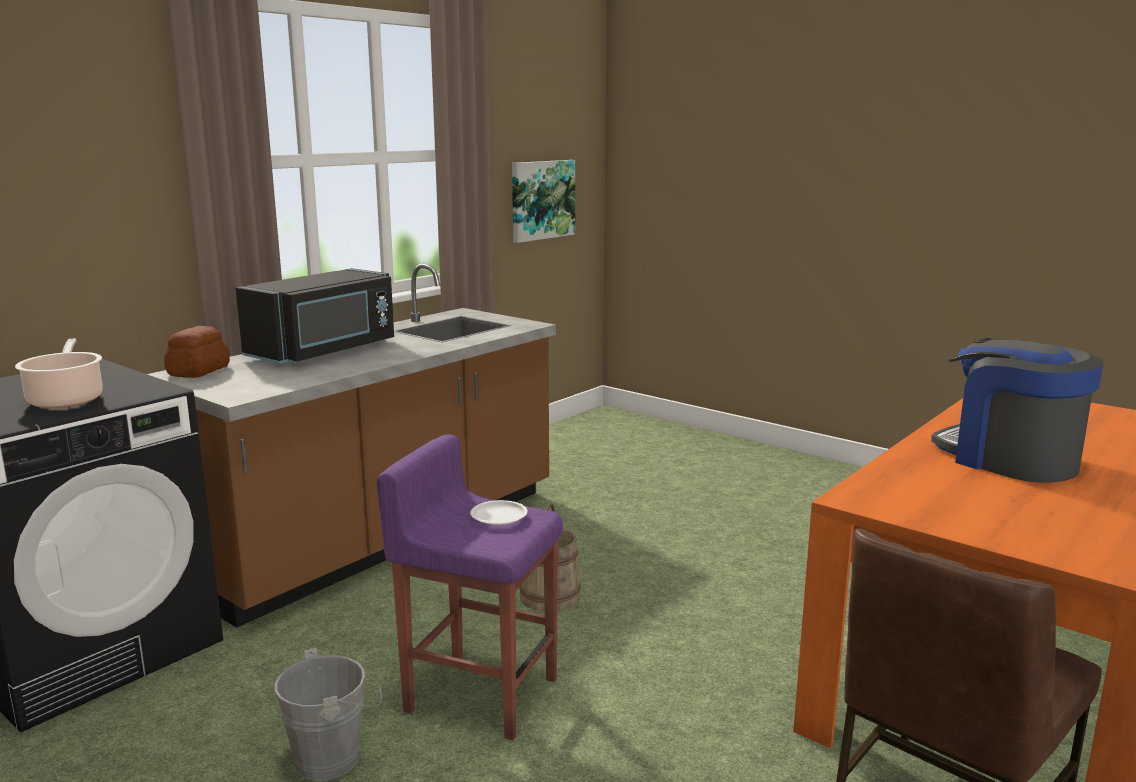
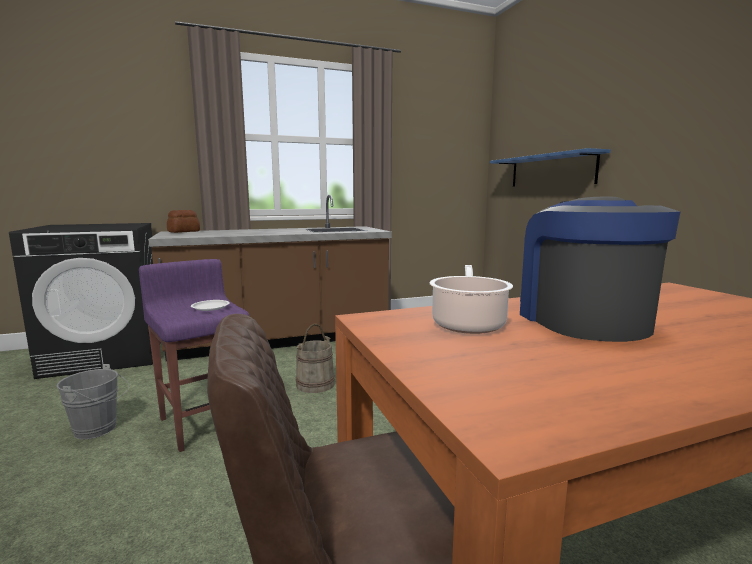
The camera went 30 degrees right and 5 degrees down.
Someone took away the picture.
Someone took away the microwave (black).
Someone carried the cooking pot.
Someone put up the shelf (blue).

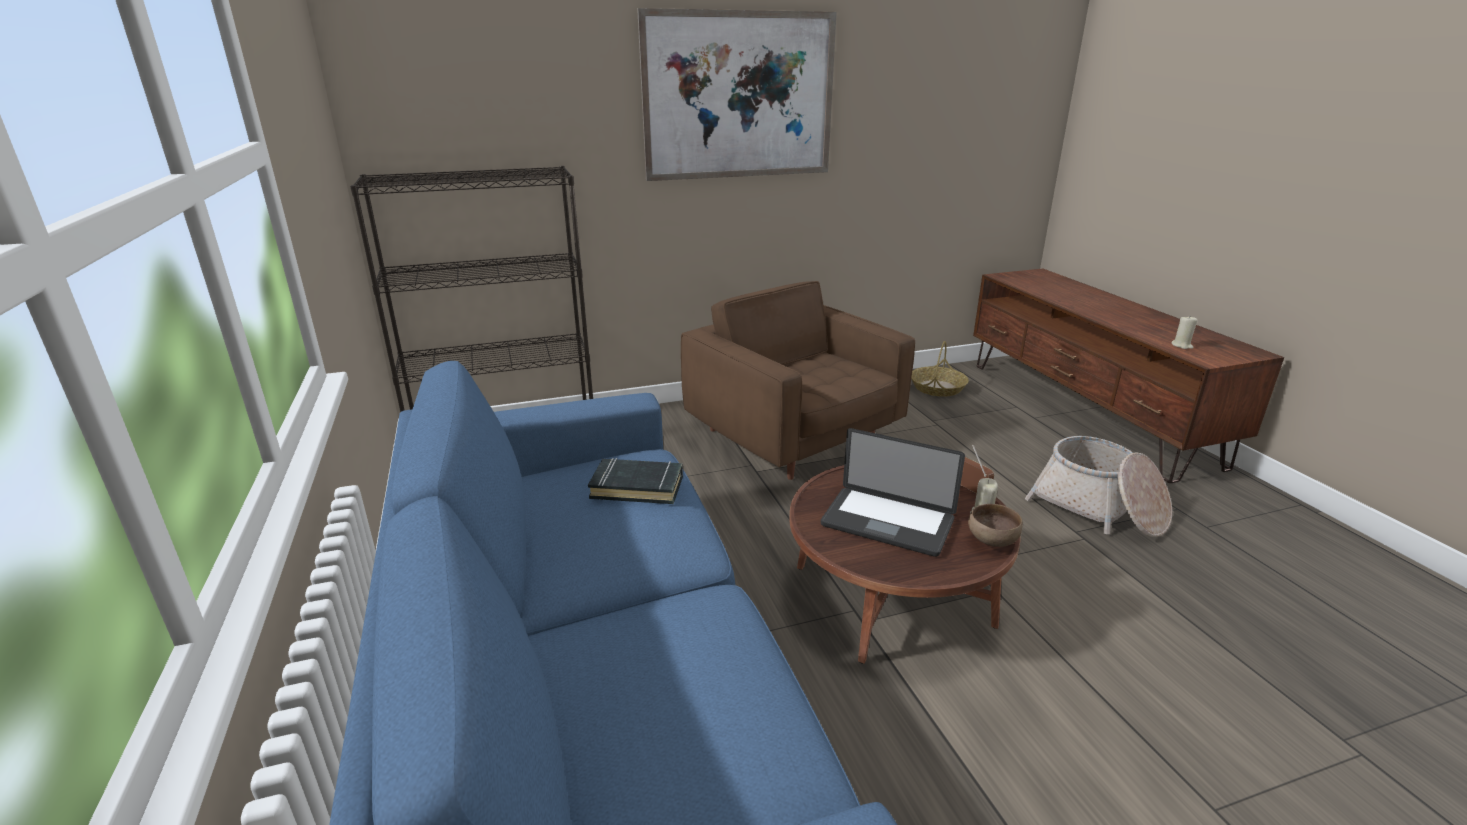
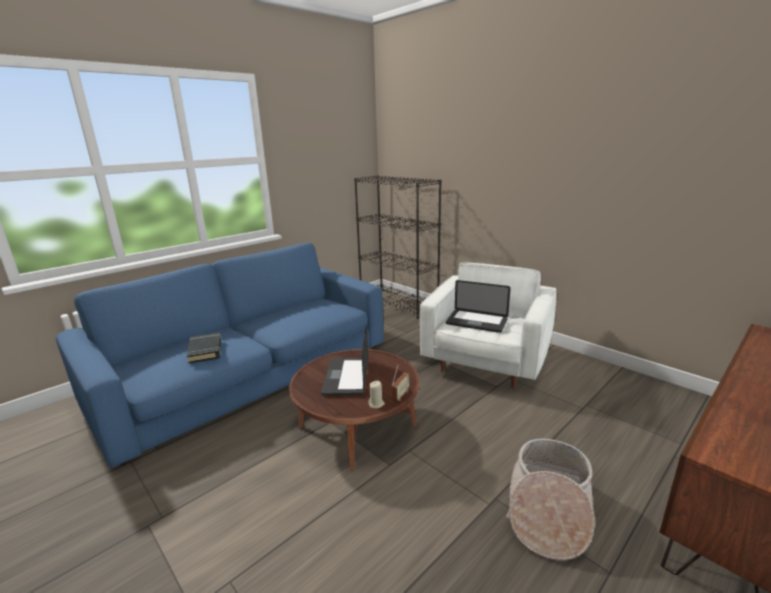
The camera went 65 degrees right and 5 degrees down.
Someone took away the picture.
Someone repainted the armchair (brown), which became the armchair (white).
Someone took away the candle (beige) (2nd from left).
Someone took away the basket (1st from left).
Someone carried the book (black).
Someone took away the bowl (brown).
Someone put down the laptop (2nd from left).

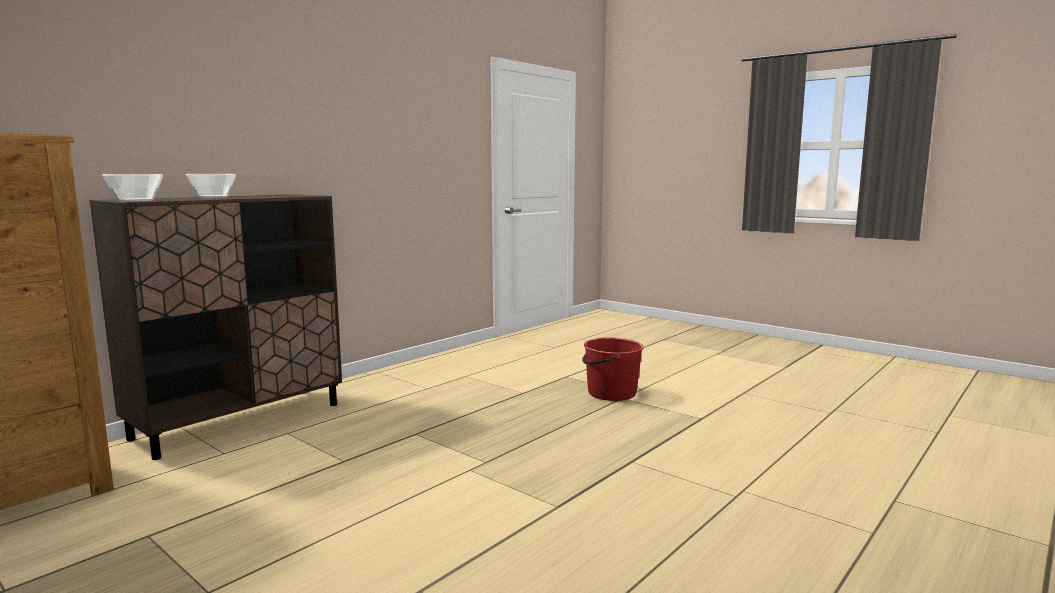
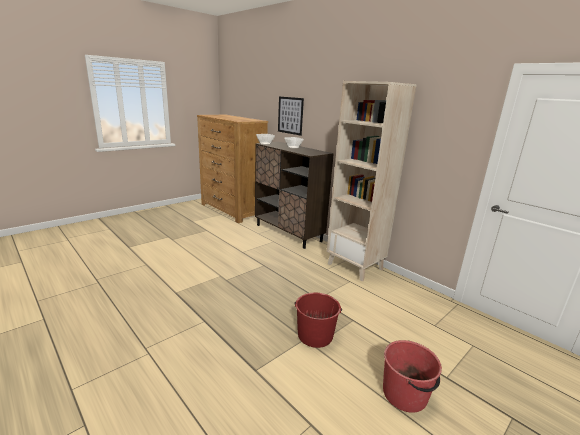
The camera went 95 degrees right and 10 degrees up.
Someone put down the bookcase (beige).
Someone put up the picture.
Someone put down the bucket (red) (2nd from left).

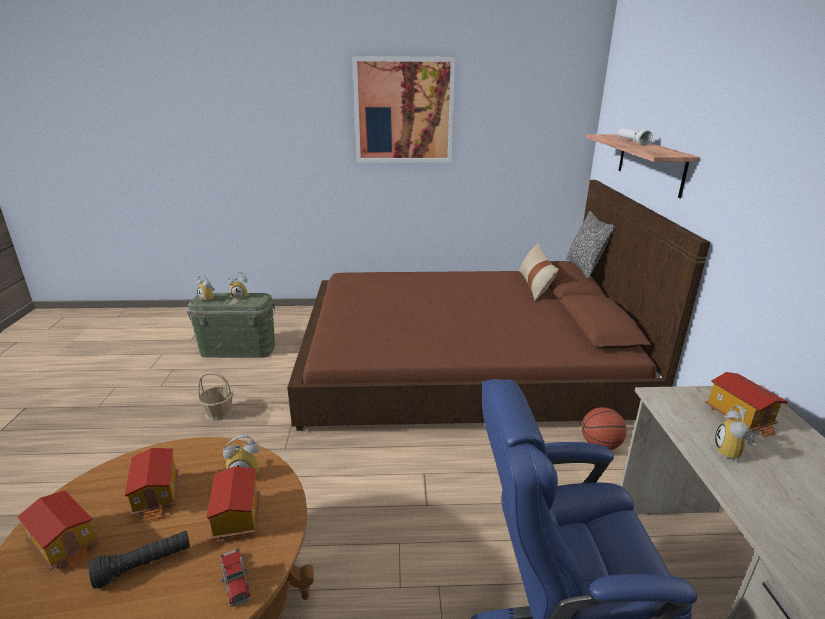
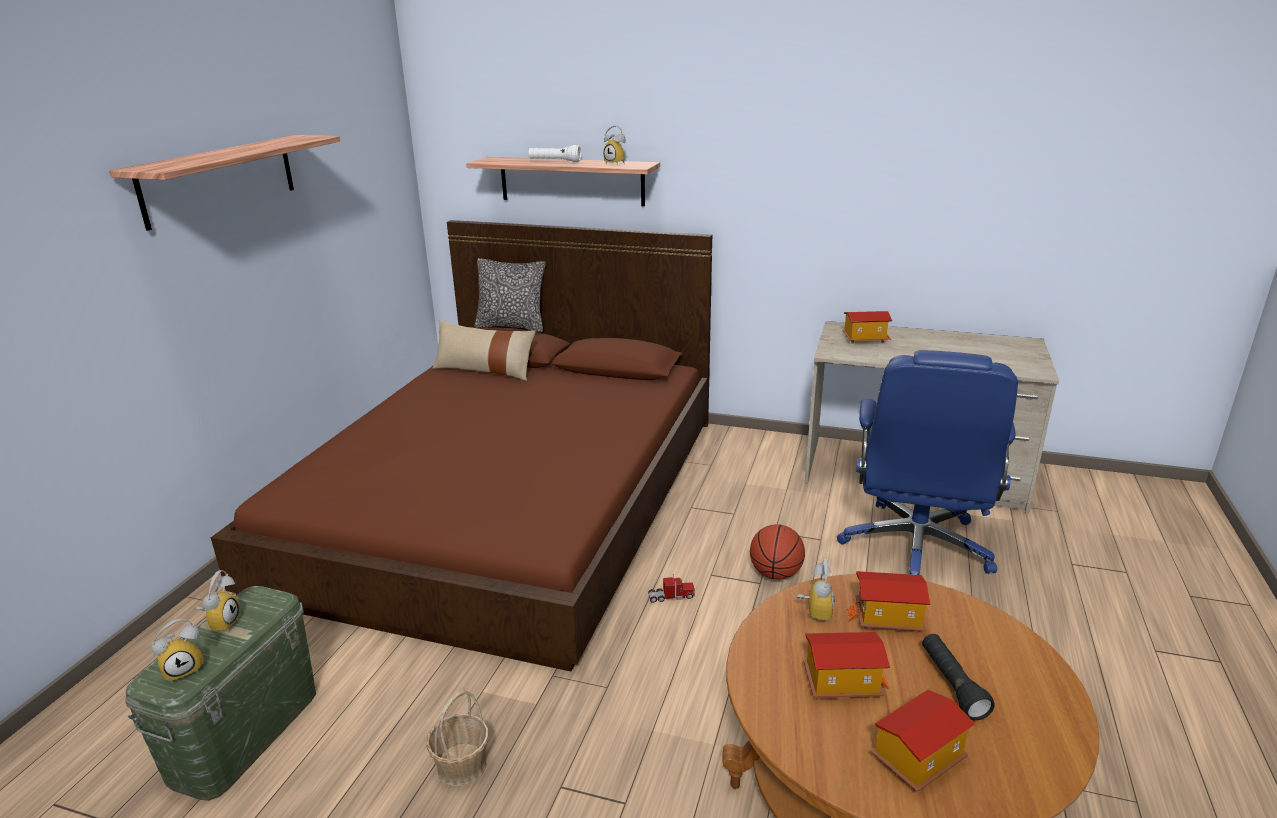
The camera went 70 degrees left and 0 degrees up.
Someone swapped the picture for the shelf (1st from left).
Someone carried the alarm clock (4th from left in the first image).
Someone carried the basketball.
Someone carried the toy truck.

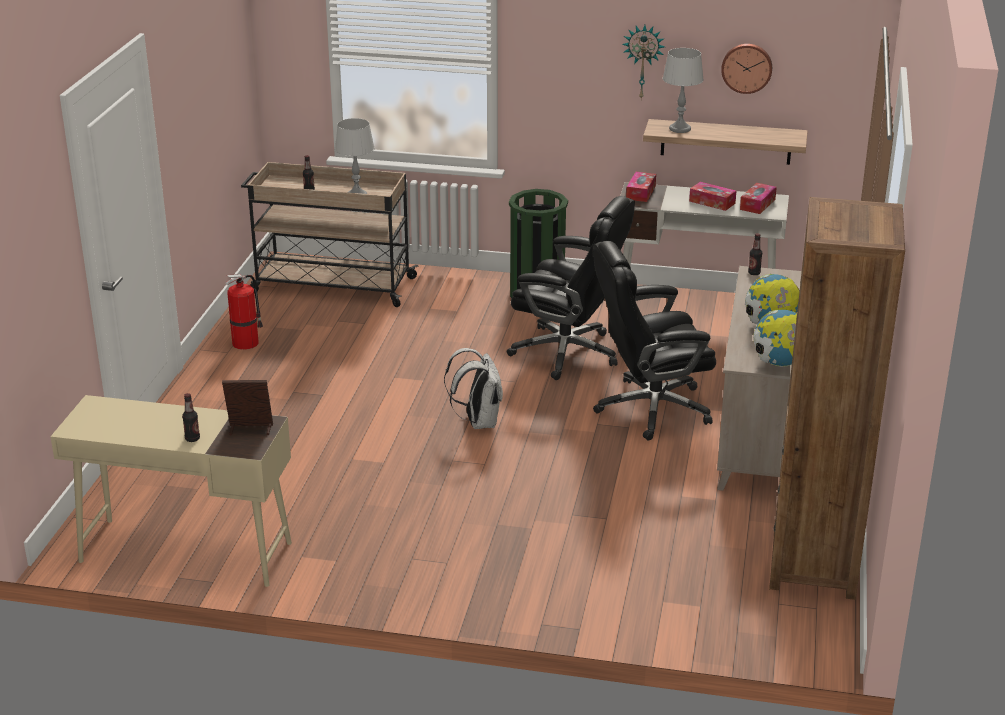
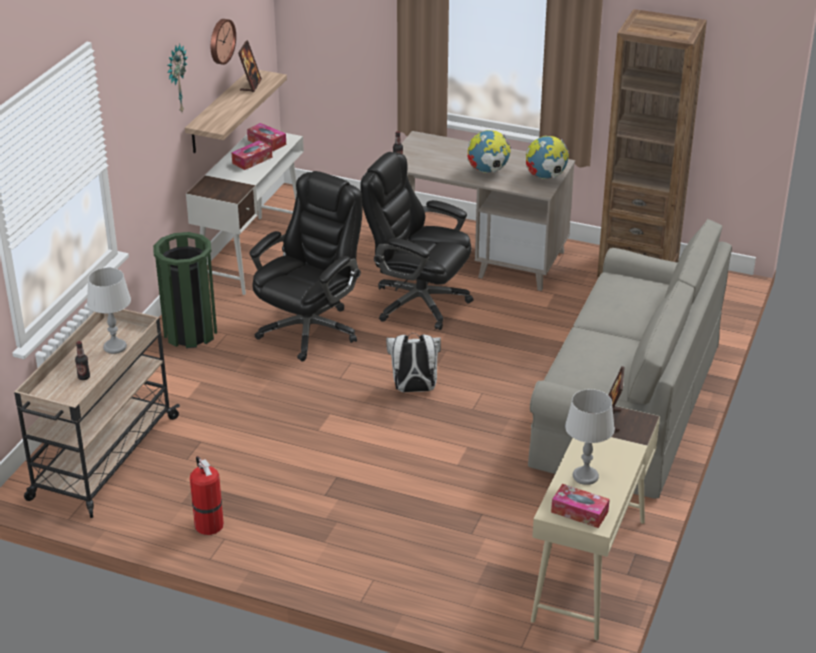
The camera went 80 degrees left and 5 degrees up.
Someone carried the table lamp (grey) (2nd from left).
Someone carried the tissue box (1st from left in the first image).
Someone rotated the office chair (black) (2nd from left) by 120 degrees clockwise.
Someone took away the bottle (1st from left).
Someone put down the picture frame (1st from left).
Someone put down the sofa (grey).

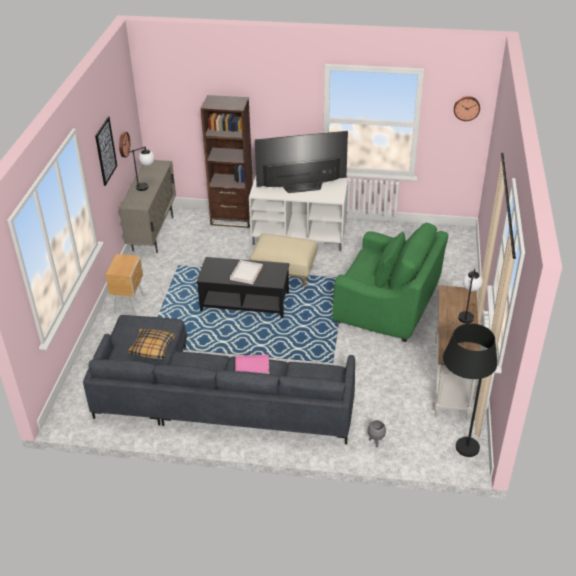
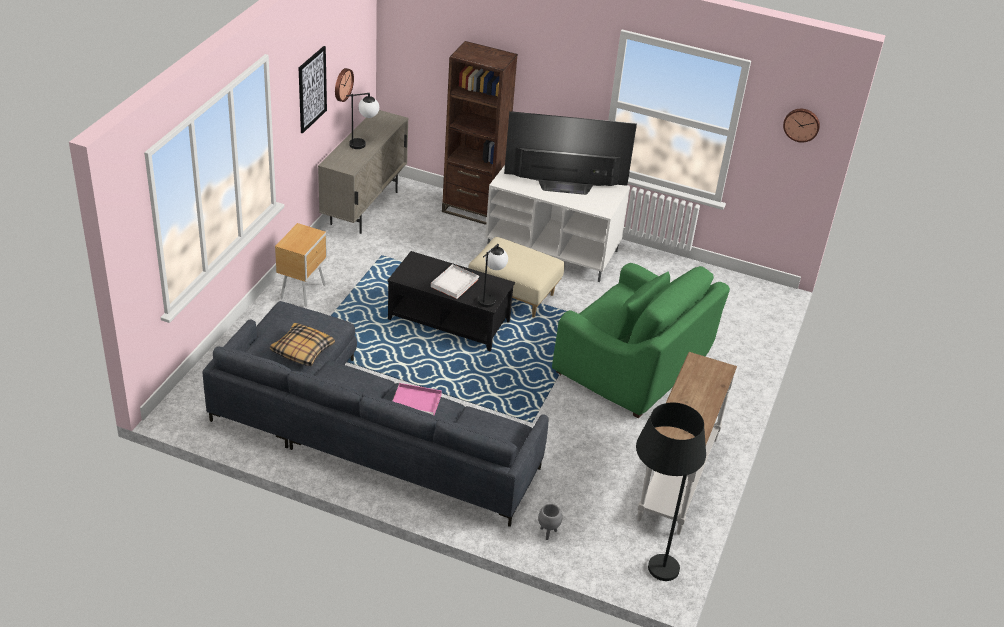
The camera went 10 degrees right and 0 degrees up.
Someone carried the table lamp (2nd from left).

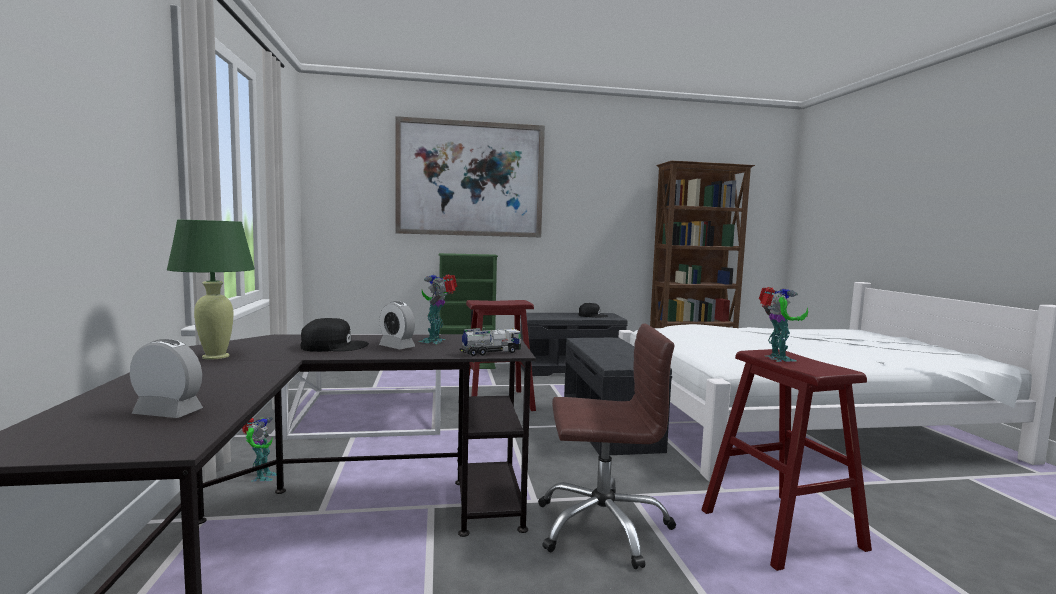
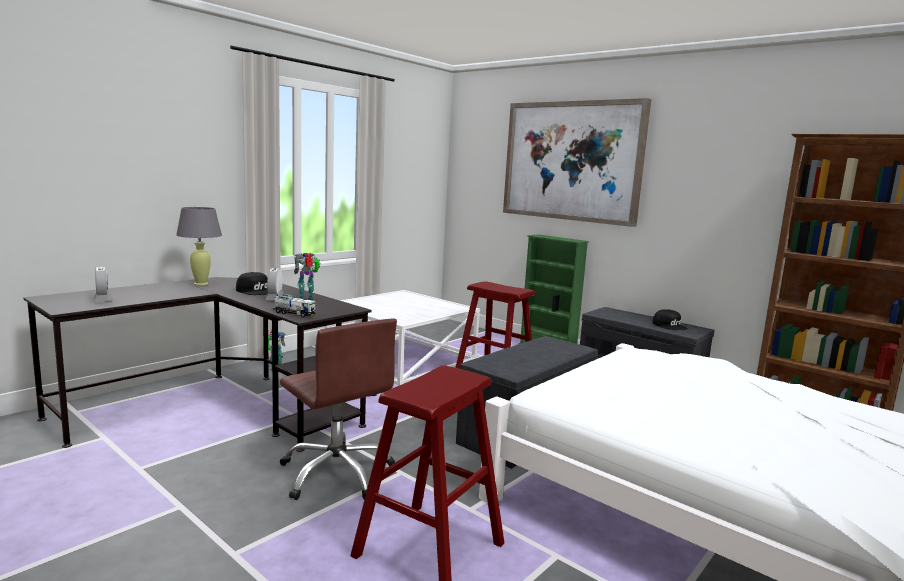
The camera went 50 degrees right and 5 degrees up.
Someone repainted the table lamp (green), which became the table lamp (grey).
Someone took away the toy robot (3rd from left).

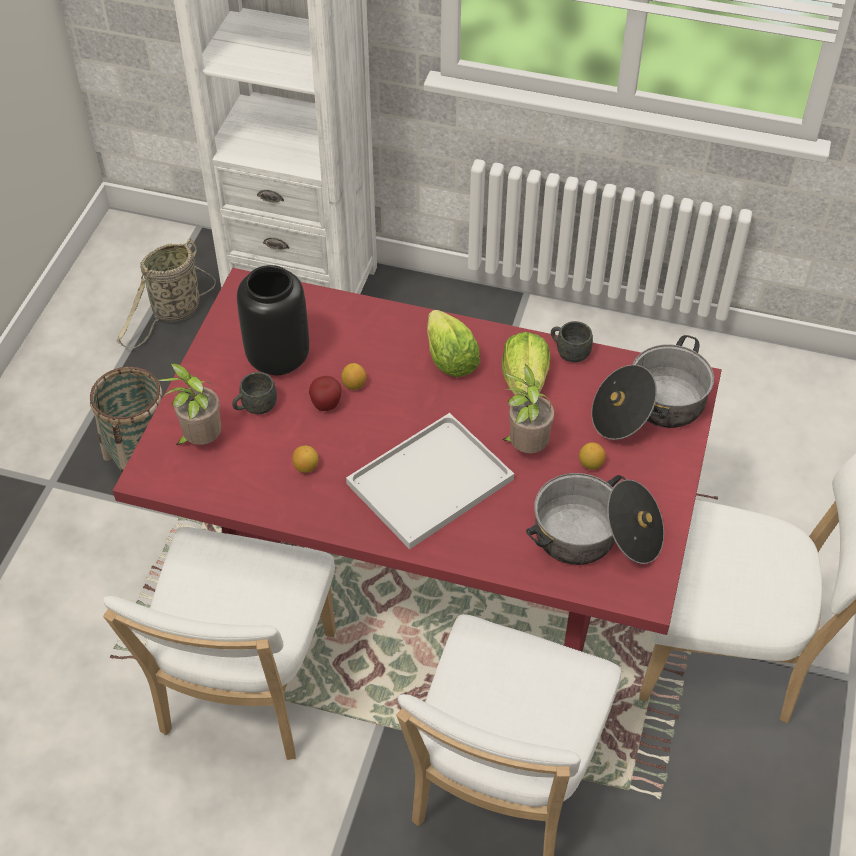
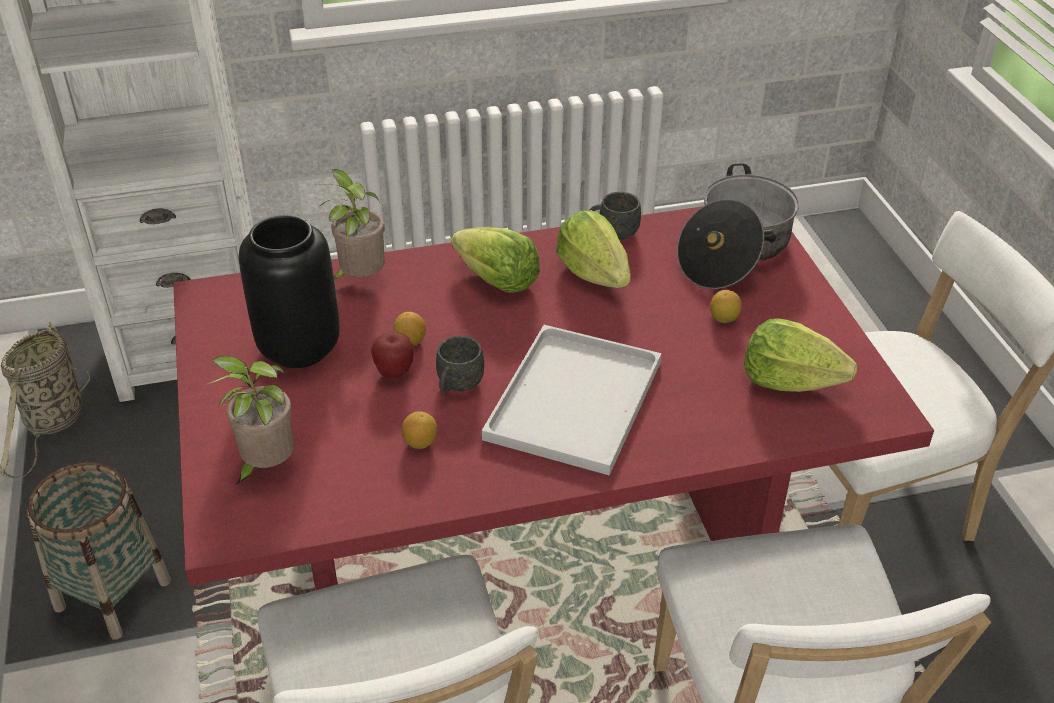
The camera went 30 degrees left and 10 degrees down.
Someone carried the potted plant (2nd from left).
Someone carried the mug (grey) (1st from left).
Someone swapped the cooking pot (1st from left) for the lettuce (3rd from left).

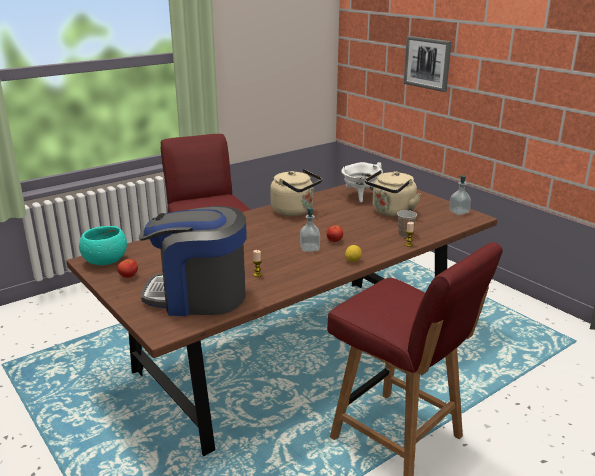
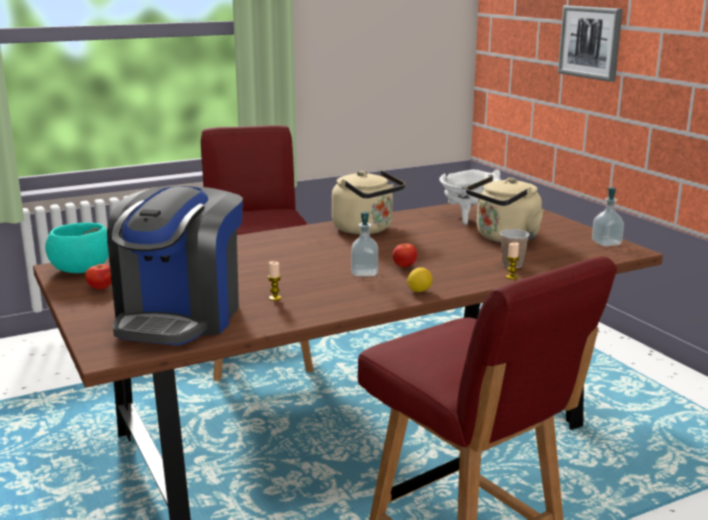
The camera went 10 degrees right and 5 degrees down.
Someone rotated the coffee machine by 90 degrees counterclockwise.

